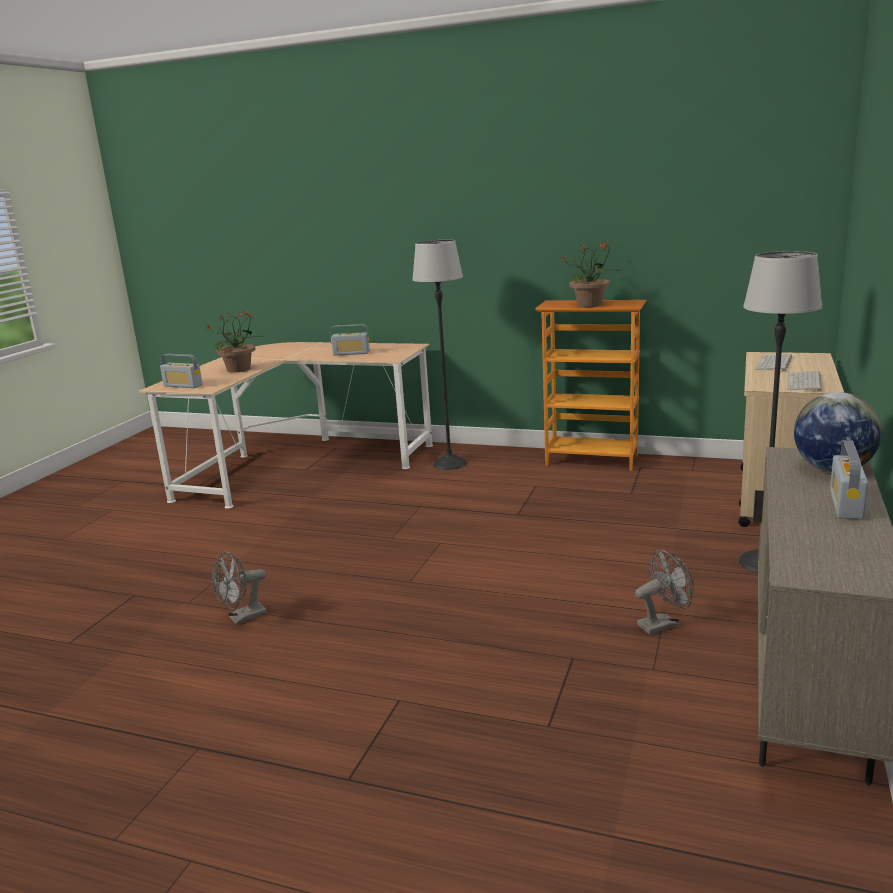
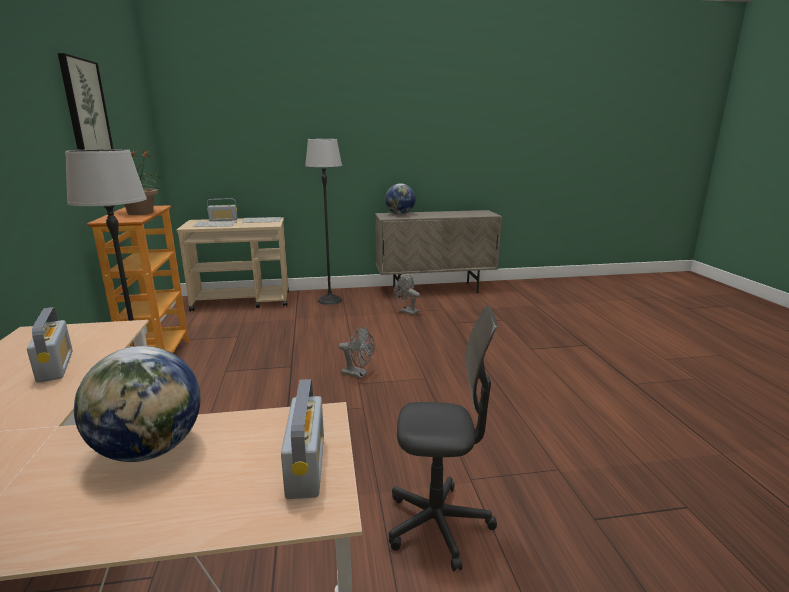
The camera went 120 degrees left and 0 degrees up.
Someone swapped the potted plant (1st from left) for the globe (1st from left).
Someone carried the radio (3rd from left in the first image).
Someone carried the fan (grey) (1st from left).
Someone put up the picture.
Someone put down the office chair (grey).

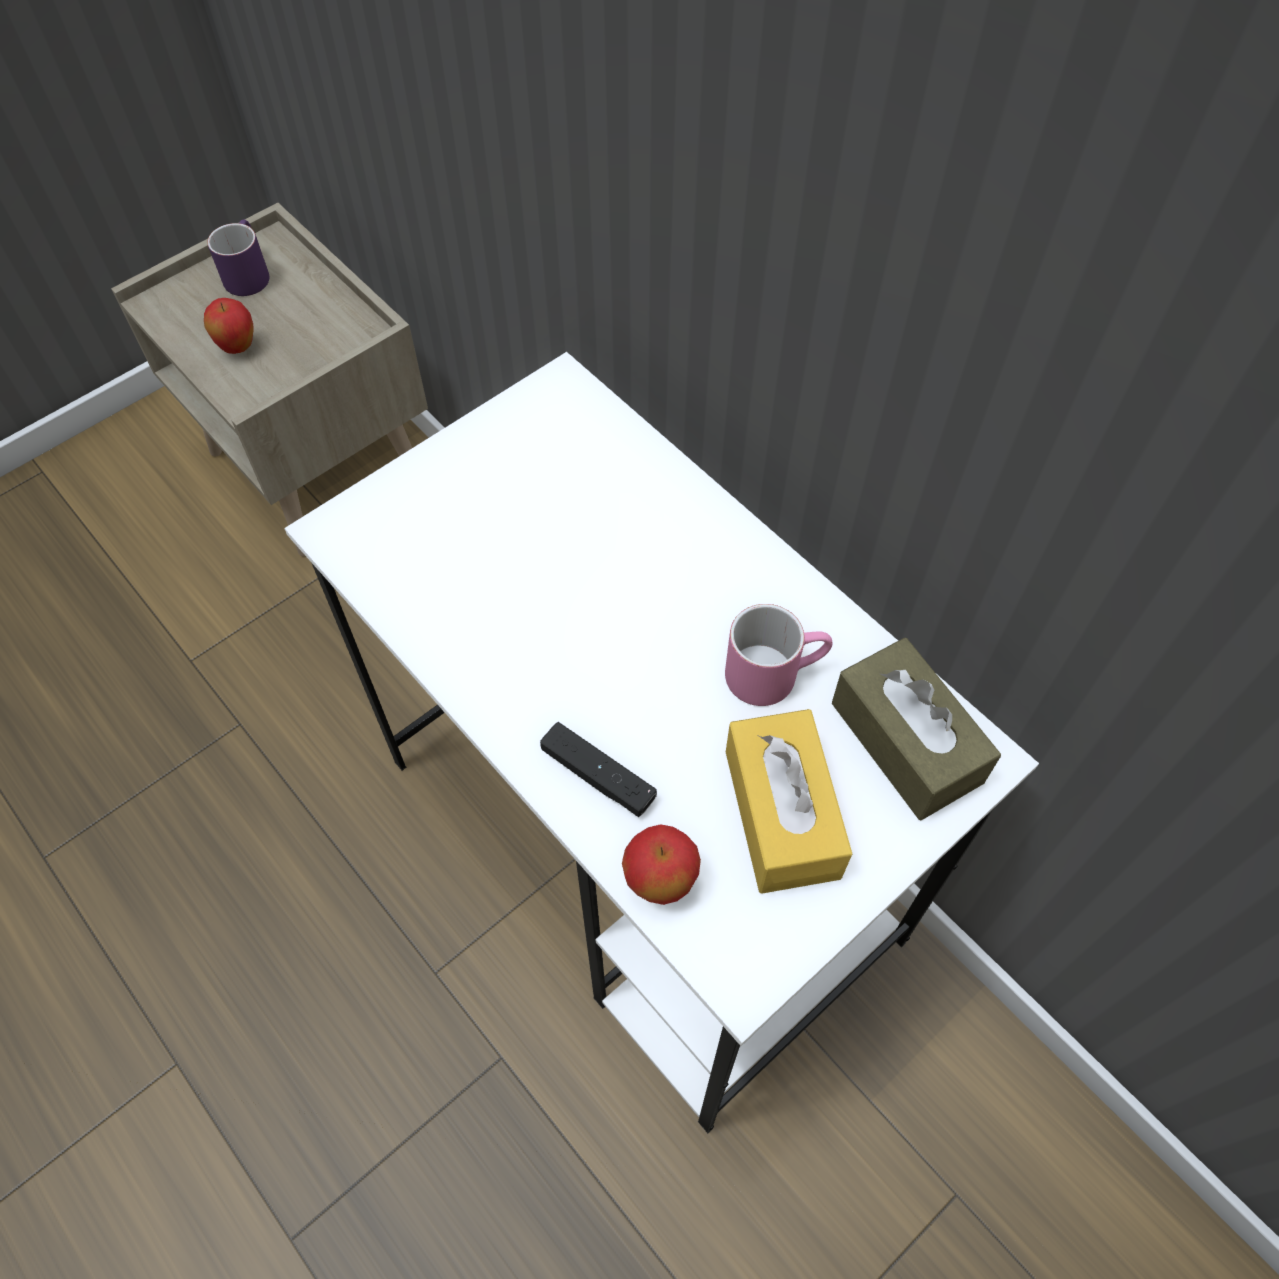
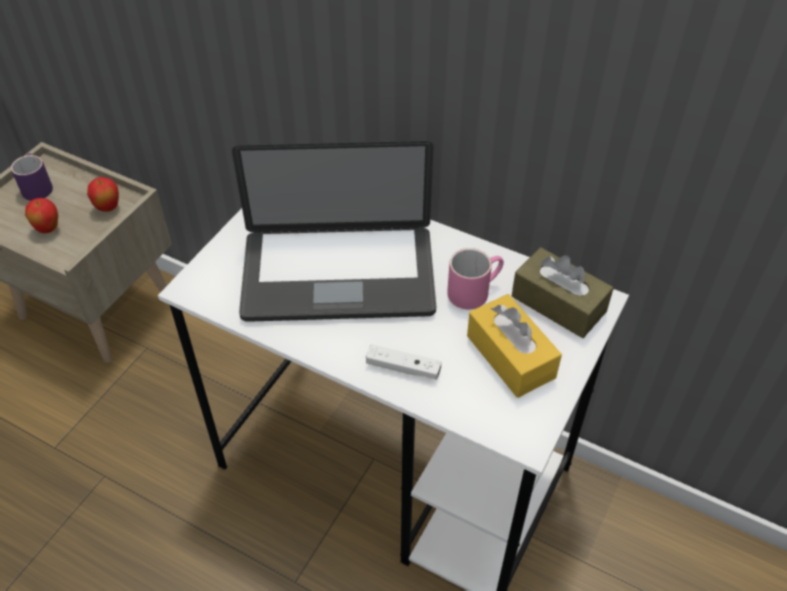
The camera went 20 degrees left and 10 degrees down.
Someone repainted the game controller (black), which became the game controller (white).
Someone carried the apple (2nd from left).
Someone put down the laptop.

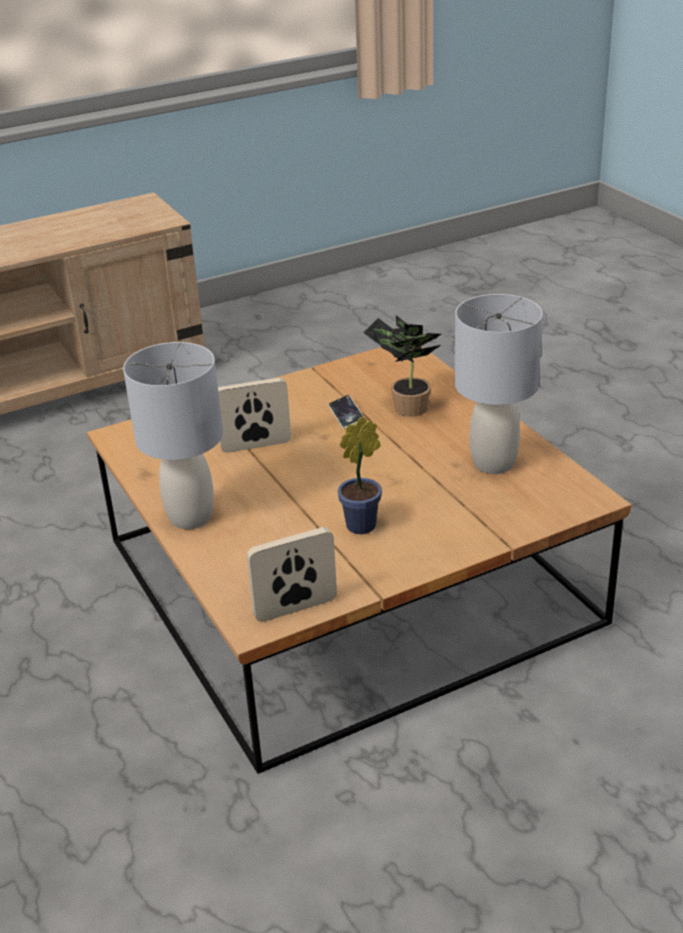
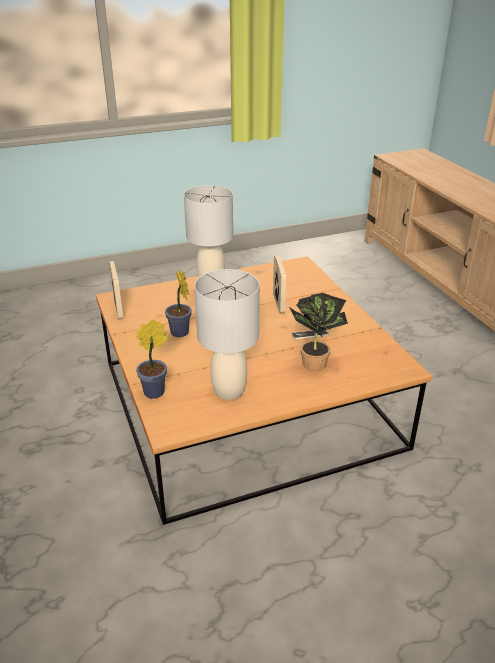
The camera went 95 degrees right and 0 degrees up.
Someone put down the potted plant (1st from left).

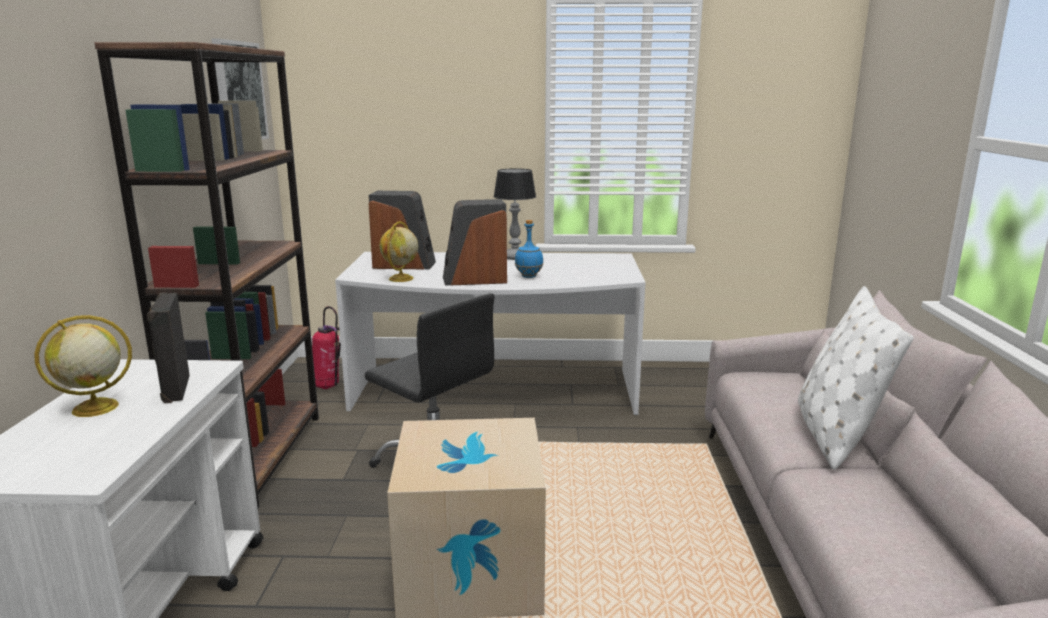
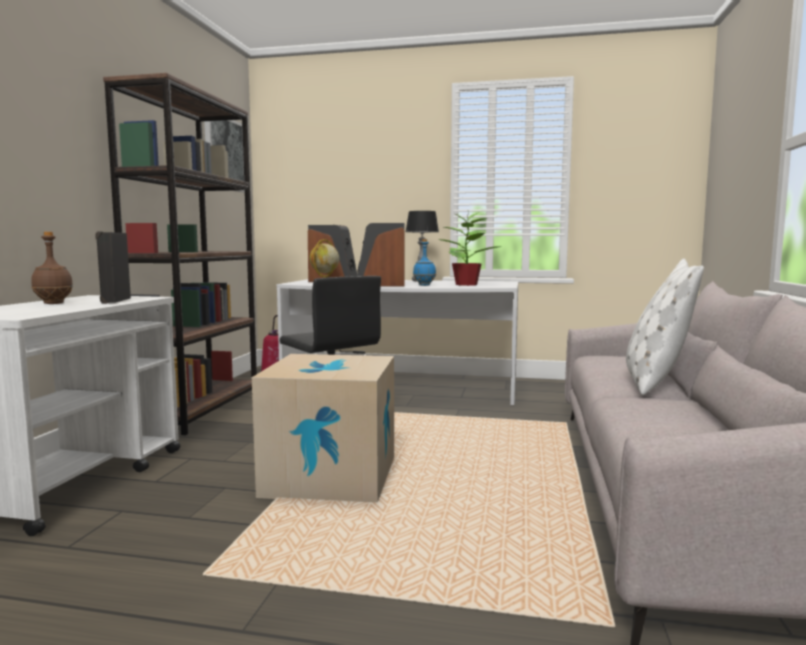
The camera went 10 degrees right and 10 degrees down.
Someone swapped the globe (1st from left) for the bottle (brown).
Someone put down the potted plant.

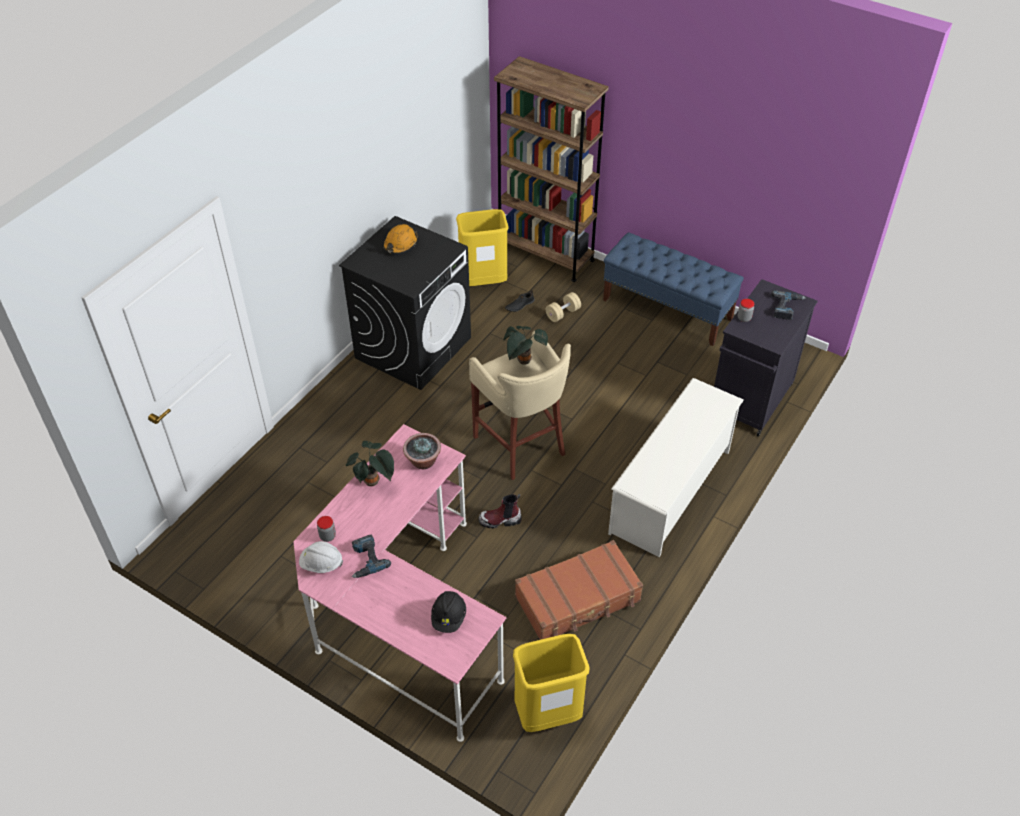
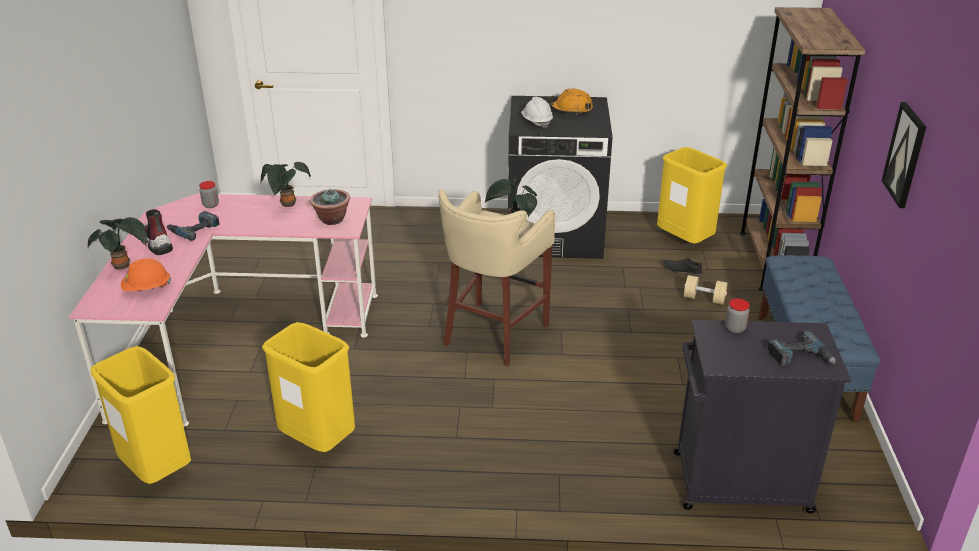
The camera went 60 degrees right and 15 degrees down.
Someone took away the shoe rack (white).
Someone carried the boot.
Someone swapped the suitcase (brown) for the trash can (yellow) (2nd from left).
Someone carried the hard hat (white).
Someone repainted the hard hat (black), which became the hard hat (orange) (1st from left).
Someone put up the picture.
Someone put down the potted plant (1st from left).

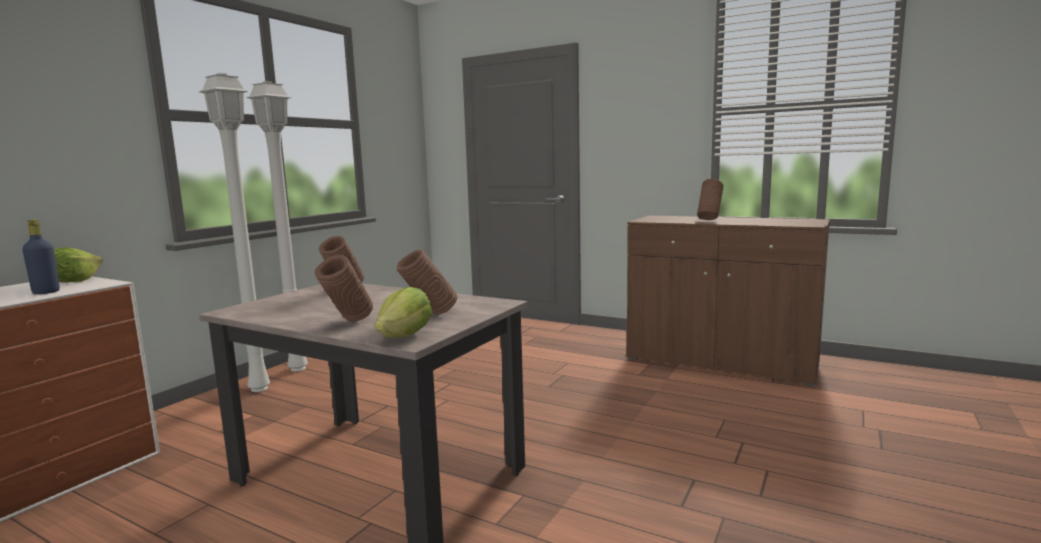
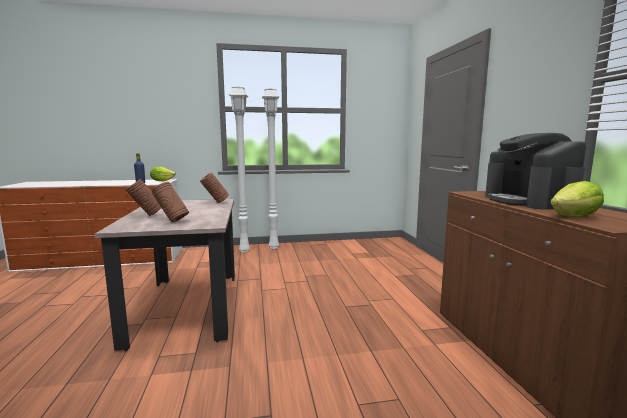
The camera went 50 degrees right and 0 degrees up.
Someone swapped the vase (brown) (4th from left) for the coffee machine.
Someone carried the lettuce (2nd from left).

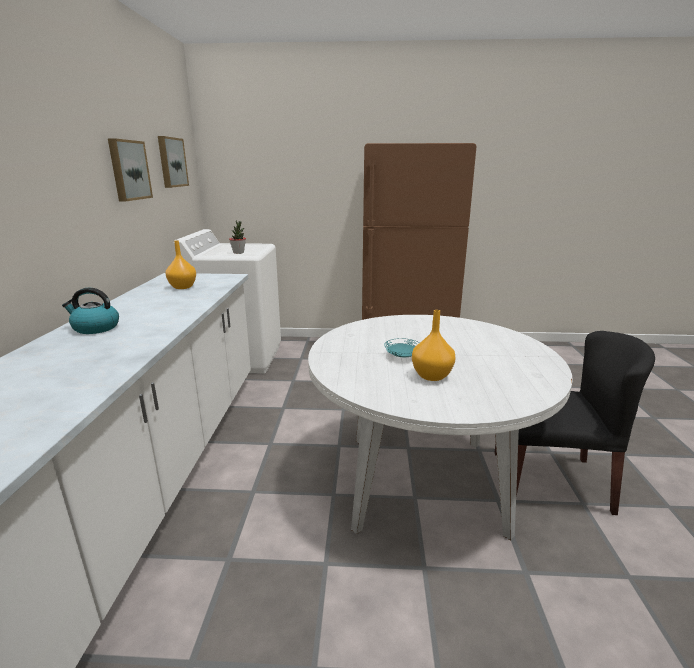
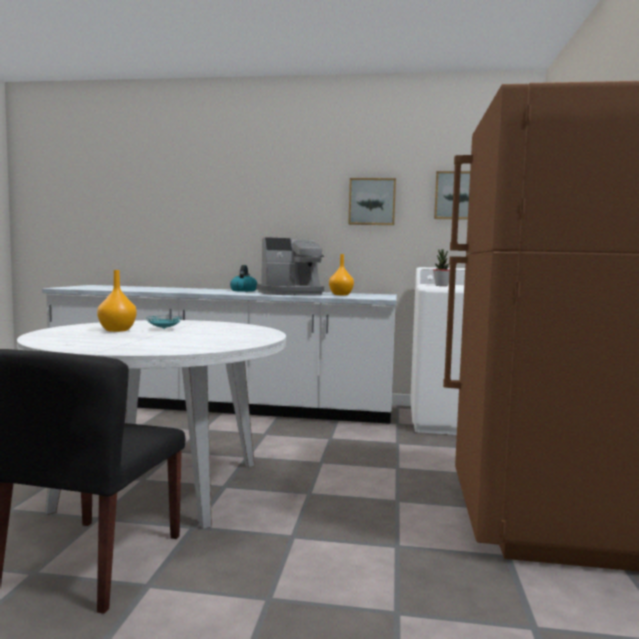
The camera went 95 degrees right and 15 degrees down.
Someone put down the coffee machine.

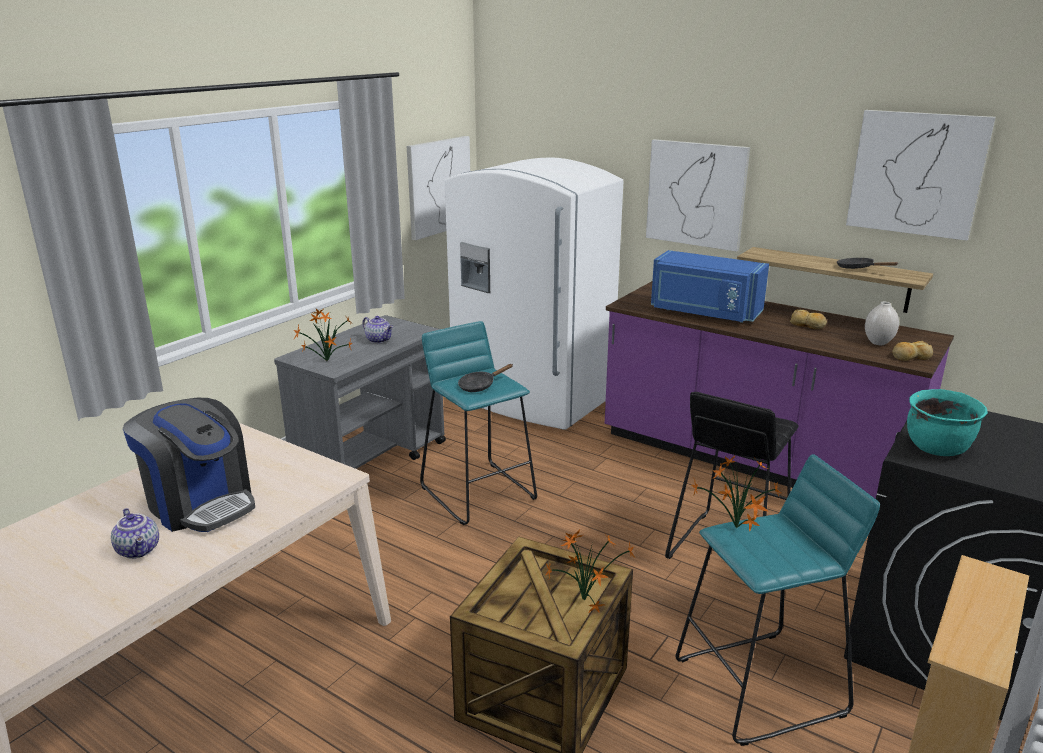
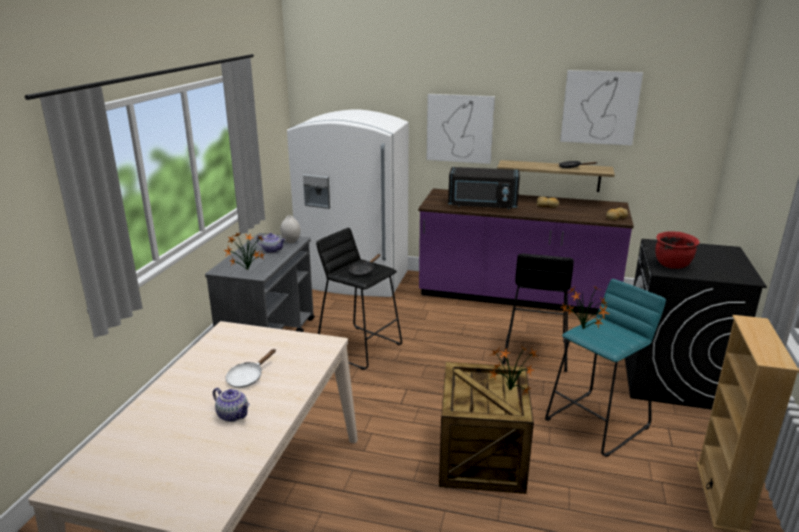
The camera went 20 degrees left and 0 degrees up.
Someone took away the picture (1st from left).
Someone repainted the microwave (blue), which became the microwave (black).
Someone carried the vase (white).
Someone repainted the stool (turquoise) (1st from left), which became the stool (black) (1st from left).
Someone repainted the cooking pot (turquoise), which became the cooking pot (red).
Someone swapped the coffee machine for the frying pan (white).

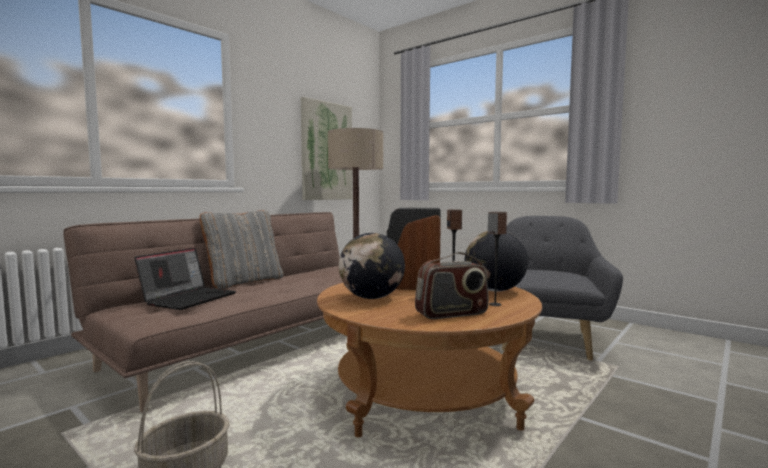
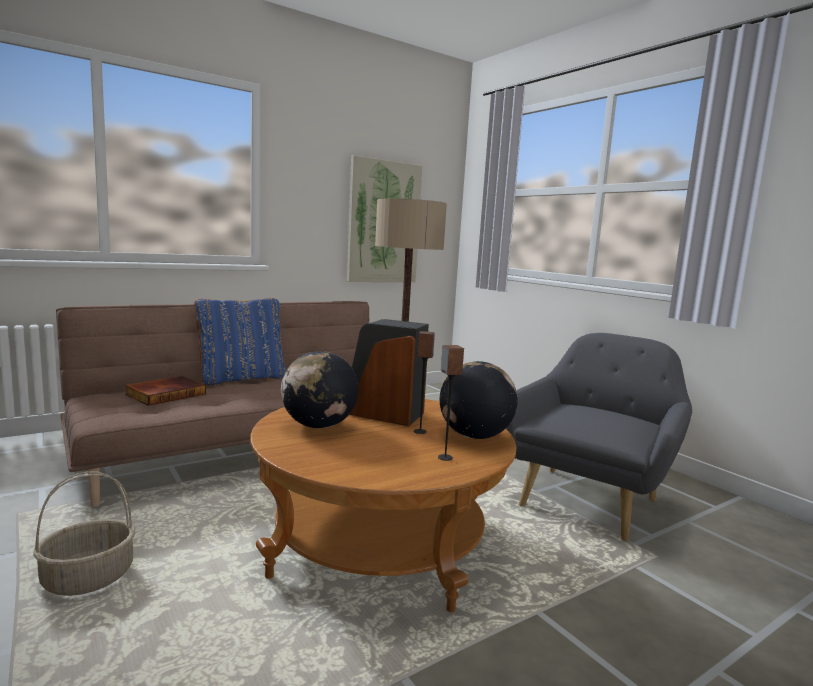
The camera went 15 degrees right and 5 degrees up.
Someone repainted the pillow (grey), which became the pillow (blue).
Someone swapped the laptop for the book.
Someone took away the radio.

